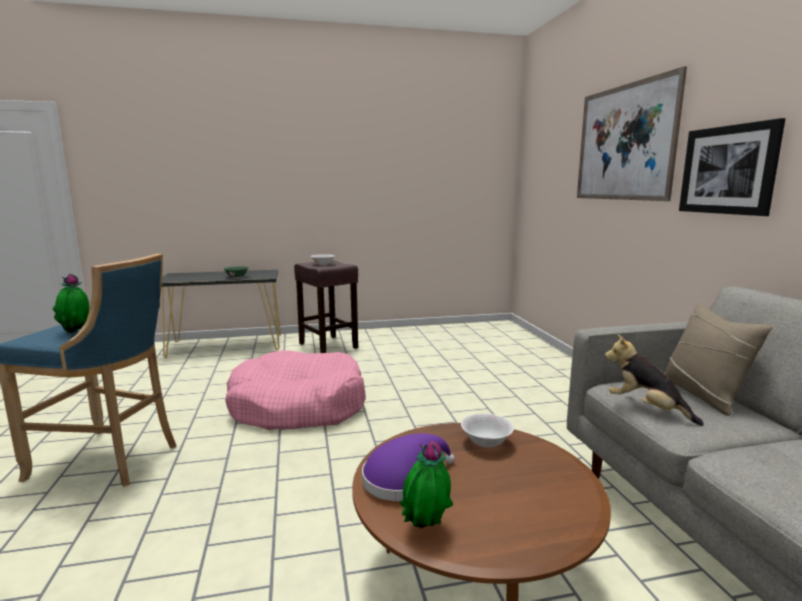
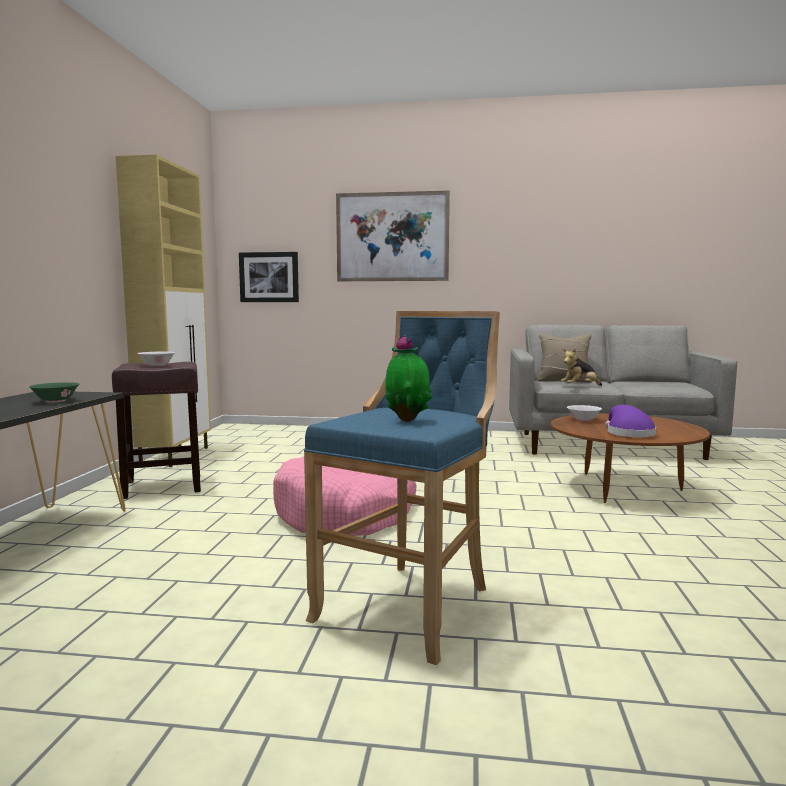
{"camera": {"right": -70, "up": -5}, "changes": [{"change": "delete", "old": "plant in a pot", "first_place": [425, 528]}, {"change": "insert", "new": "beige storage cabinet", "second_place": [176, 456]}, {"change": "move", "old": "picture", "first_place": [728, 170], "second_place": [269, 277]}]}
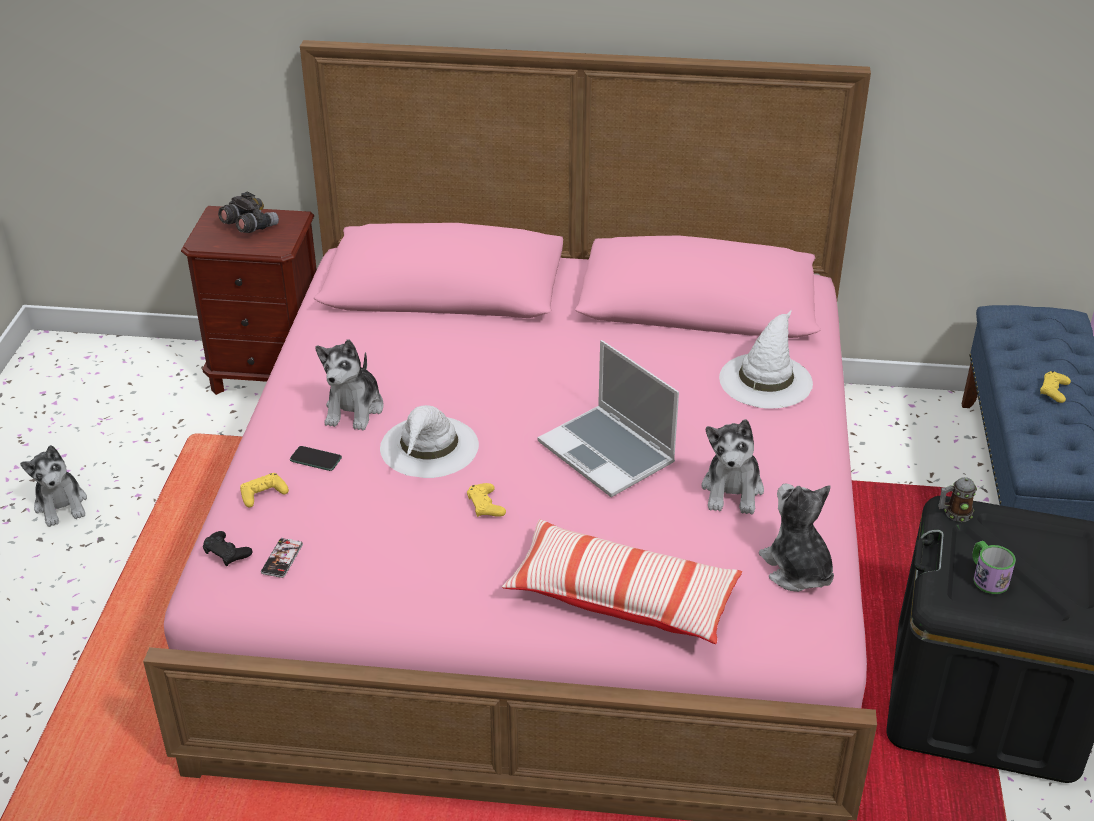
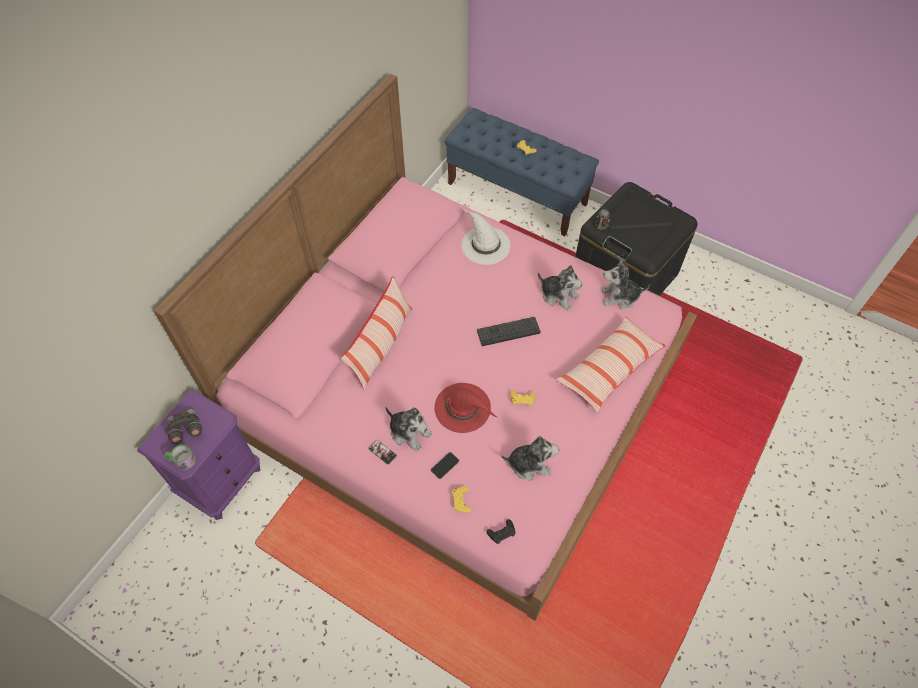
{"camera": {"right": -65, "up": 20}, "changes": [{"change": "insert", "new": "pillow", "second_place": [381, 345]}, {"change": "move", "old": "soft toy", "first_place": [61, 505], "second_place": [529, 463]}, {"change": "move", "old": "telephone", "first_place": [282, 558], "second_place": [382, 452]}, {"change": "move", "old": "tea mug", "first_place": [986, 577], "second_place": [182, 461]}, {"change": "replace", "old": "laptop", "new": "computer keyboard", "first_place": [608, 453], "second_place": [508, 331]}, {"change": "recolor", "old": "brown night table", "new": "purple-coloured night table", "first_place": [269, 374], "second_place": [221, 481]}, {"change": "recolor", "old": "whitish clothing hat", "new": "red clothing hat", "first_place": [429, 447], "second_place": [463, 407]}]}
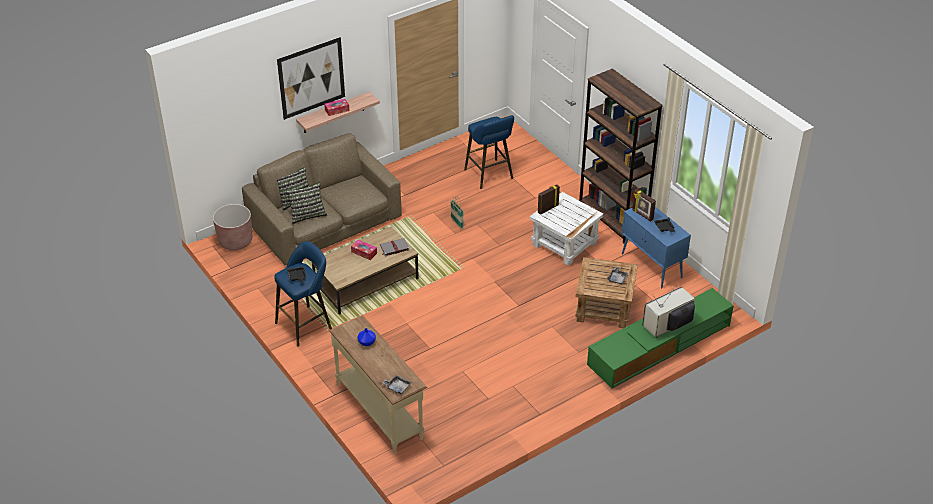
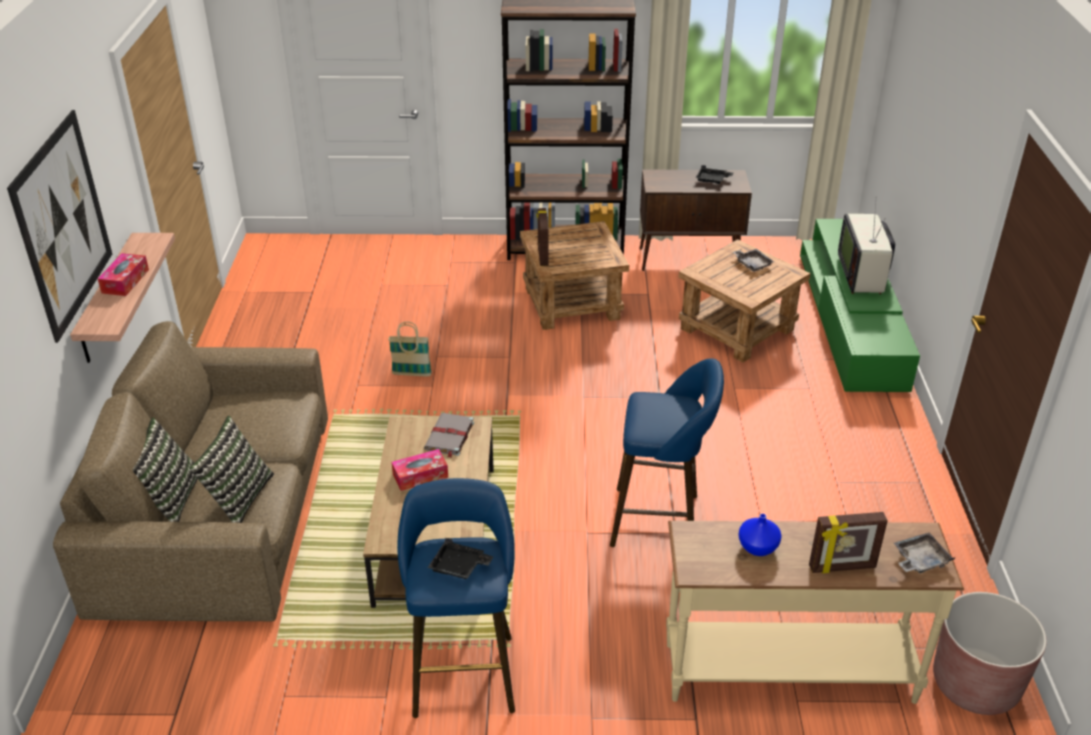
{"camera": {"right": -55, "up": -5}, "changes": [{"change": "move", "old": "brown plant pot", "first_place": [235, 241], "second_place": [975, 684]}, {"change": "move", "old": "blue stool seat", "first_place": [490, 175], "second_place": [661, 521]}, {"change": "move", "old": "picture frame", "first_place": [642, 215], "second_place": [842, 567]}, {"change": "recolor", "old": "whitish end table", "new": "brown end table", "first_place": [564, 244], "second_place": [573, 304]}, {"change": "recolor", "old": "blue storage cabinet", "new": "brown storage cabinet", "first_place": [652, 266], "second_place": [690, 260]}]}
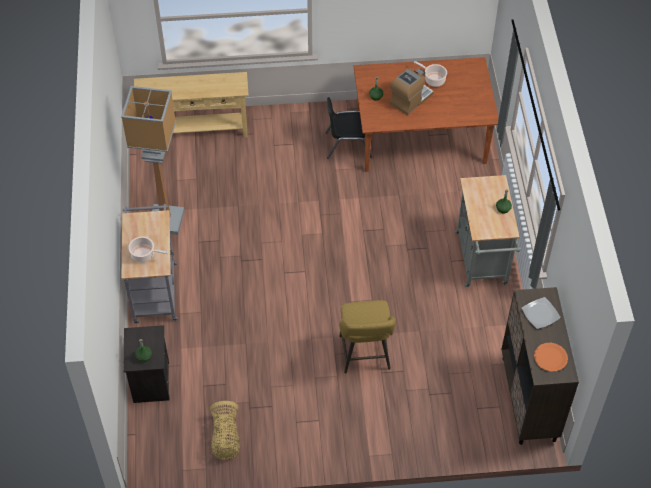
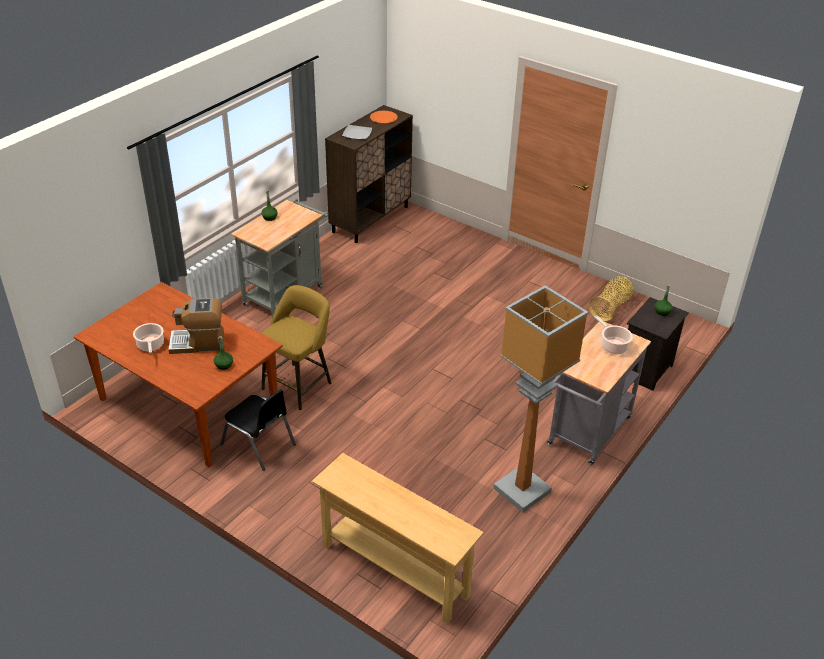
{"camera": {"right": -140, "up": -15}, "changes": [{"change": "move", "old": "yellow-coloured stool seat", "first_place": [365, 356], "second_place": [299, 384]}]}
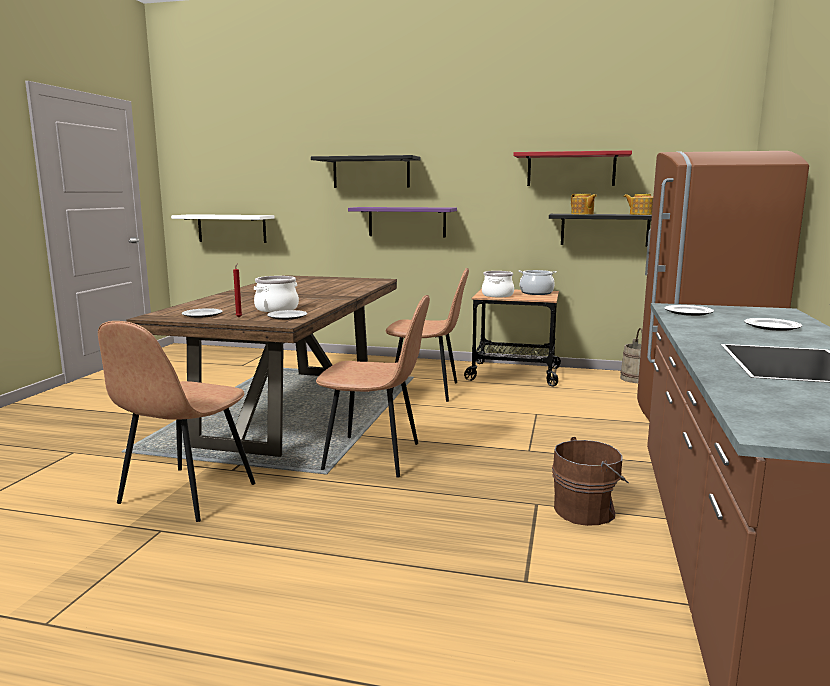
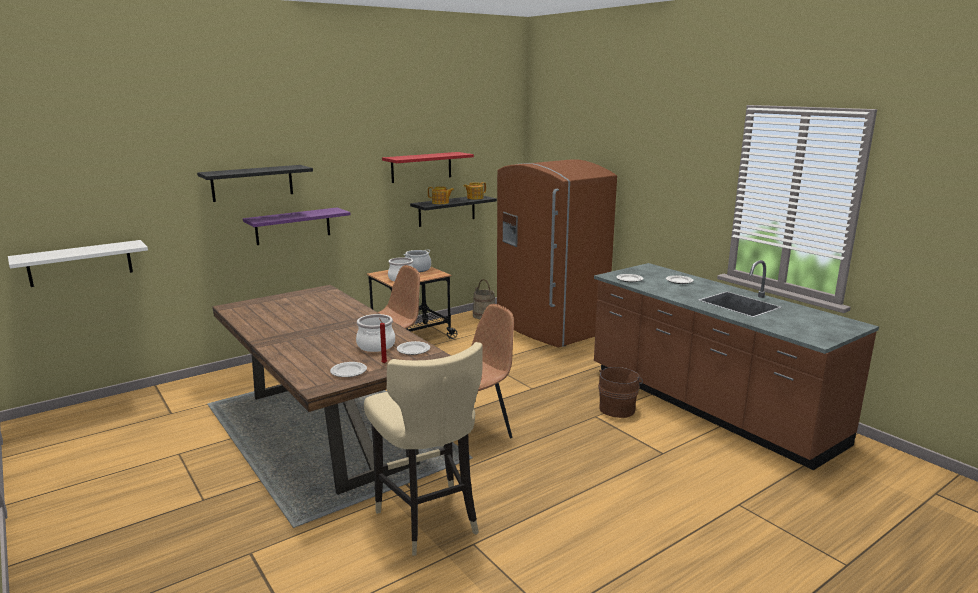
{"camera": {"right": -50, "up": 5}, "changes": [{"change": "replace", "old": "brown upright chair", "new": "beige stool seat", "first_place": [185, 495], "second_place": [428, 519]}]}
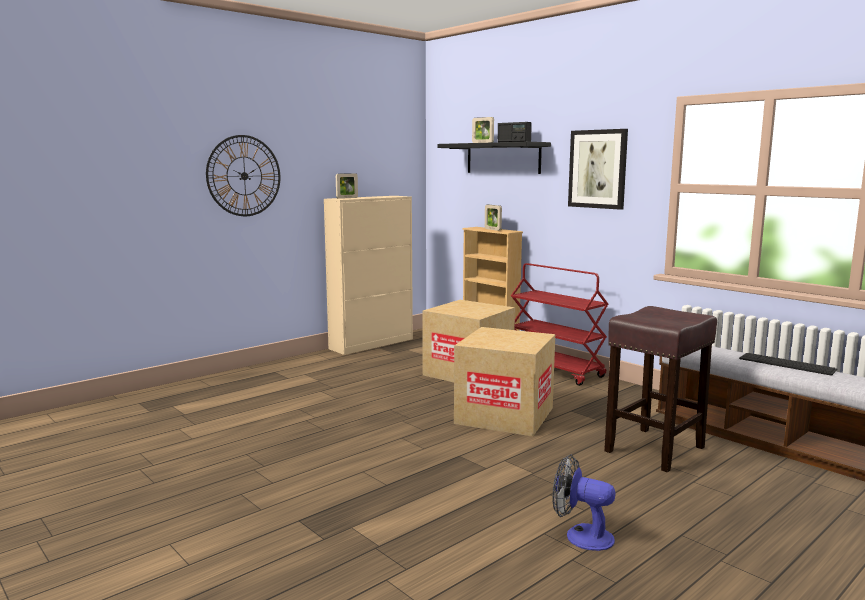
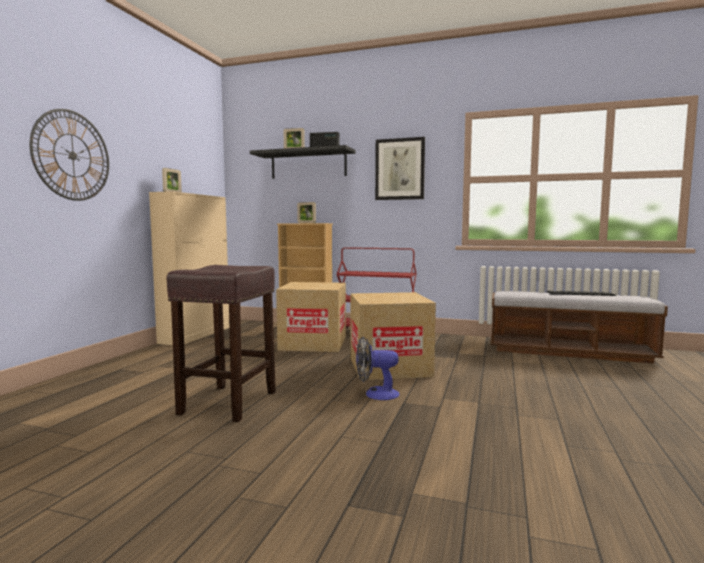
{"camera": {"right": -30, "up": -5}, "changes": [{"change": "move", "old": "electric fan", "first_place": [581, 535], "second_place": [375, 394]}, {"change": "move", "old": "brown stool seat", "first_place": [654, 450], "second_place": [228, 403]}]}
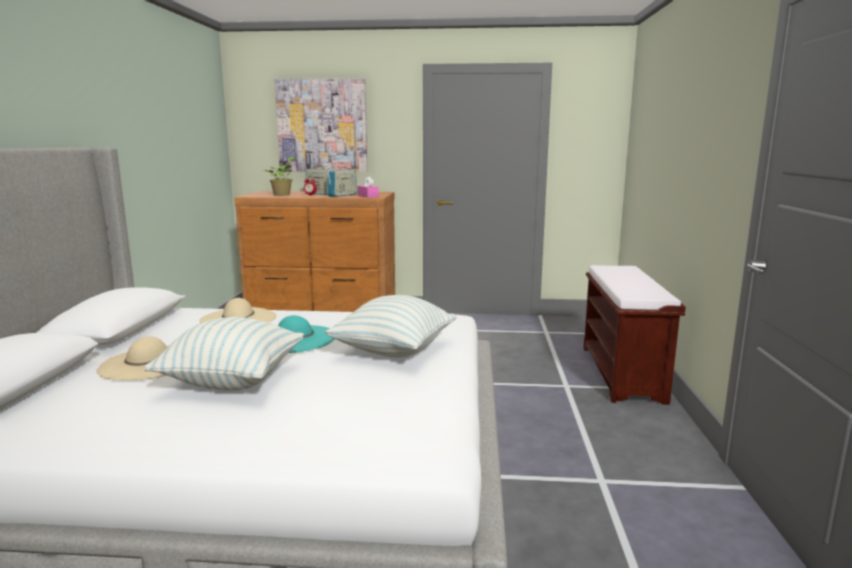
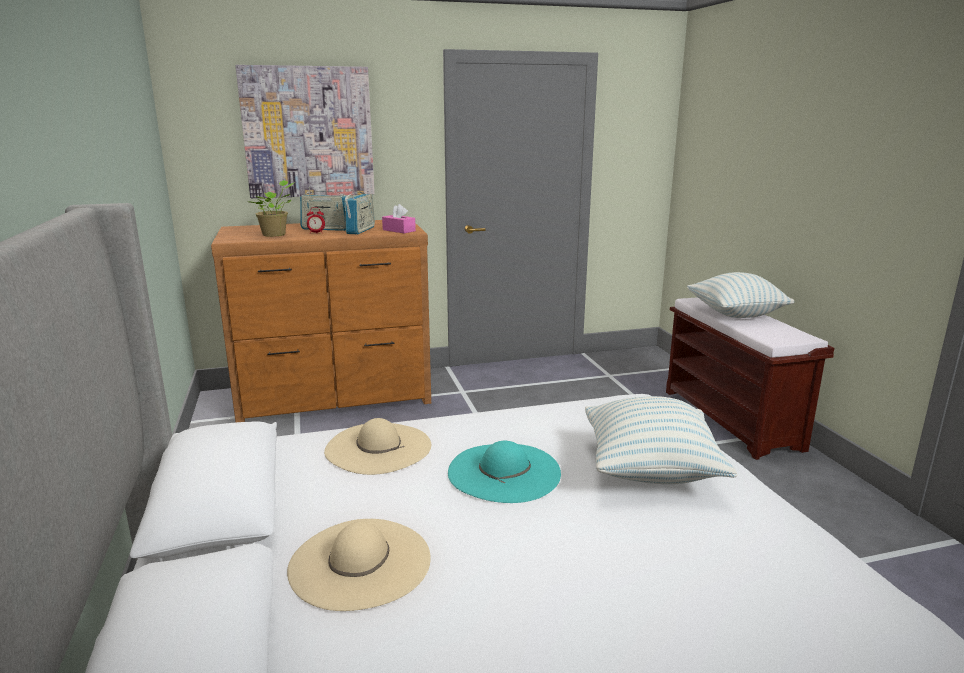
{"camera": {"right": -20, "up": 5}, "changes": [{"change": "move", "old": "pillow", "first_place": [233, 381], "second_place": [735, 314]}]}
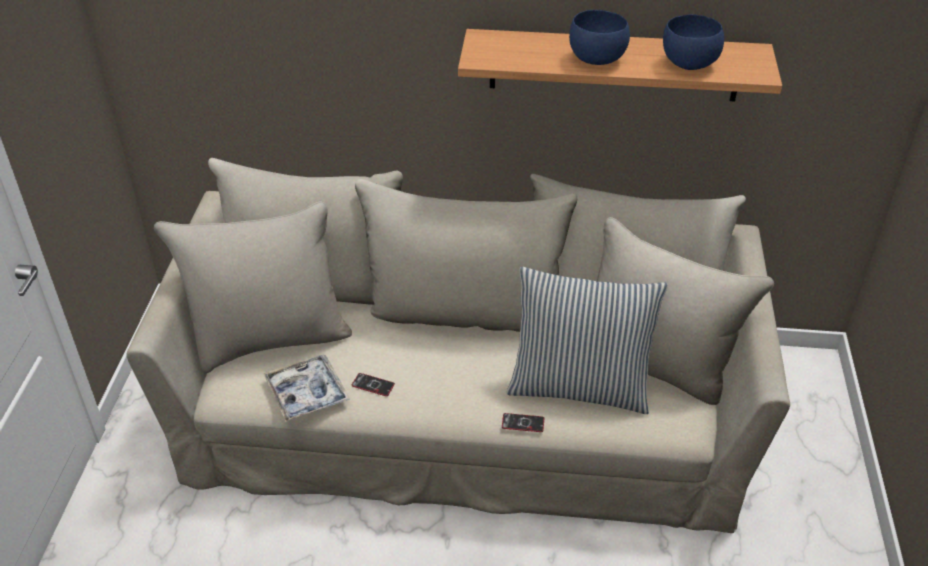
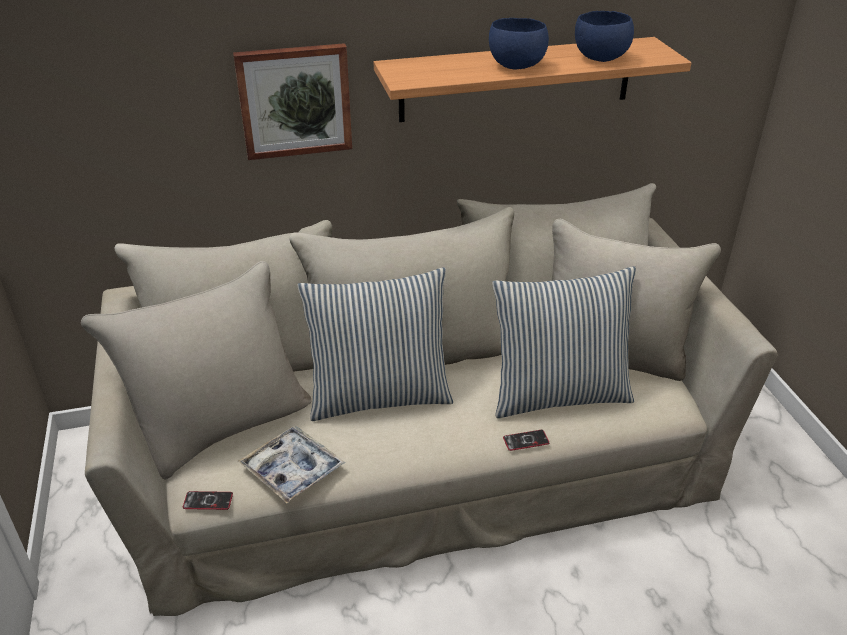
{"camera": {"right": -20, "up": -5}, "changes": [{"change": "insert", "new": "picture", "second_place": [294, 101]}, {"change": "insert", "new": "pillow", "second_place": [379, 396]}, {"change": "move", "old": "telephone", "first_place": [373, 385], "second_place": [208, 501]}]}
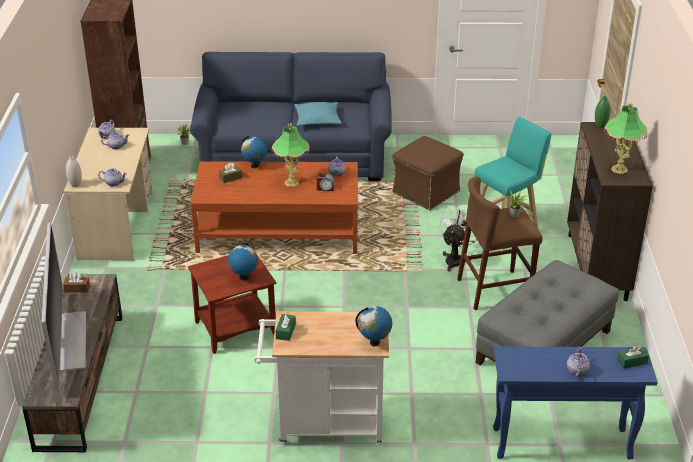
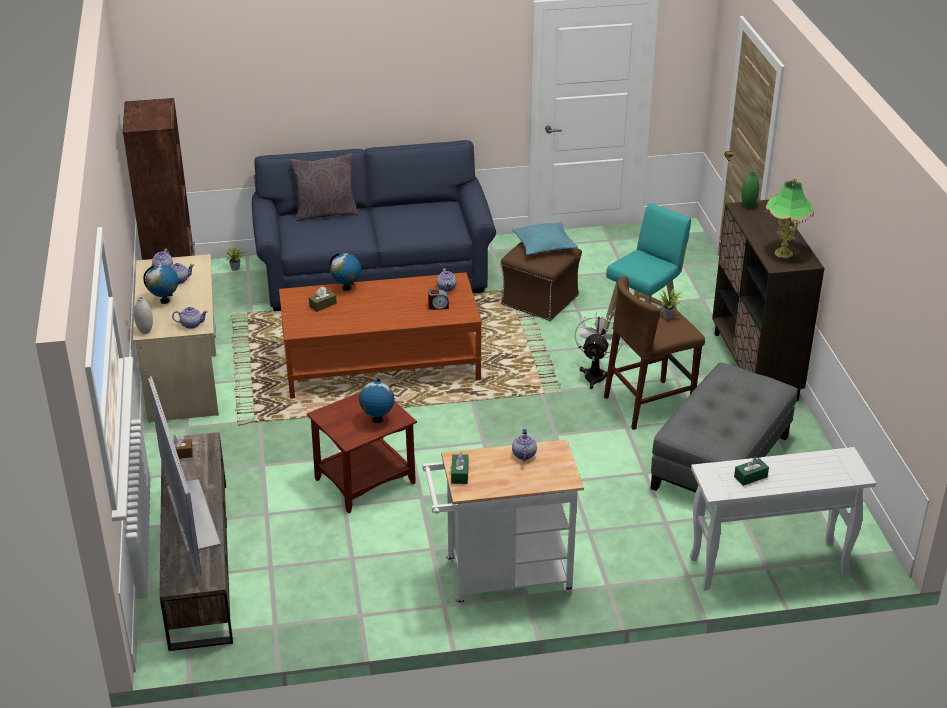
{"camera": {"right": -10, "up": 0}, "changes": [{"change": "delete", "old": "tabletop lamp", "first_place": [291, 183]}, {"change": "insert", "new": "greyish pillow", "second_place": [326, 213]}, {"change": "move", "old": "turquoise pillow", "first_place": [317, 119], "second_place": [544, 245]}, {"change": "move", "old": "globe", "first_place": [374, 342], "second_place": [164, 301]}, {"change": "move", "old": "pot for tea", "first_place": [576, 370], "second_place": [523, 454]}, {"change": "move", "old": "green-coloured tissue box", "first_place": [632, 361], "second_place": [750, 477]}, {"change": "recolor", "old": "blue hall table", "new": "whitish hall table", "first_place": [560, 444], "second_place": [767, 566]}]}
